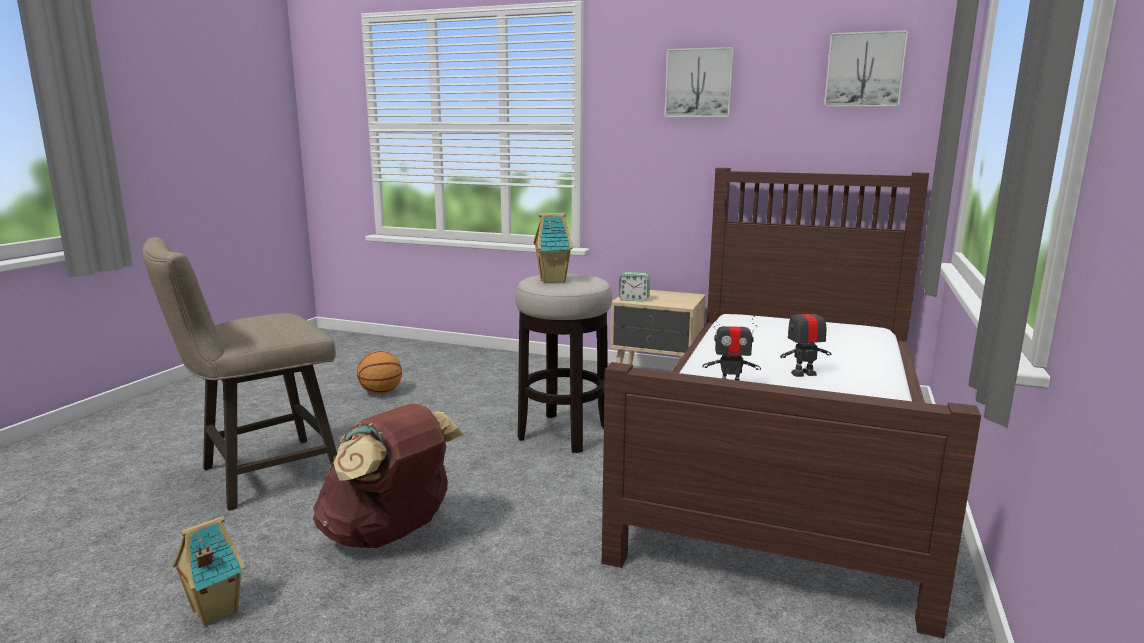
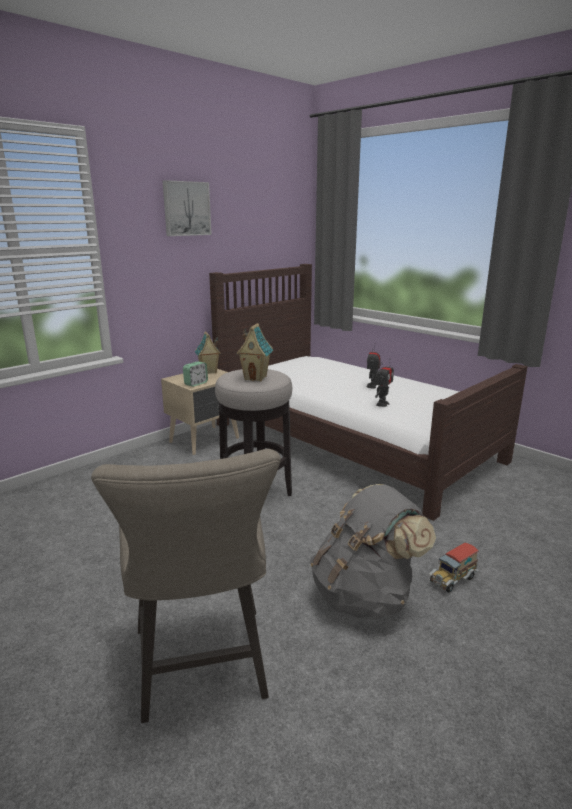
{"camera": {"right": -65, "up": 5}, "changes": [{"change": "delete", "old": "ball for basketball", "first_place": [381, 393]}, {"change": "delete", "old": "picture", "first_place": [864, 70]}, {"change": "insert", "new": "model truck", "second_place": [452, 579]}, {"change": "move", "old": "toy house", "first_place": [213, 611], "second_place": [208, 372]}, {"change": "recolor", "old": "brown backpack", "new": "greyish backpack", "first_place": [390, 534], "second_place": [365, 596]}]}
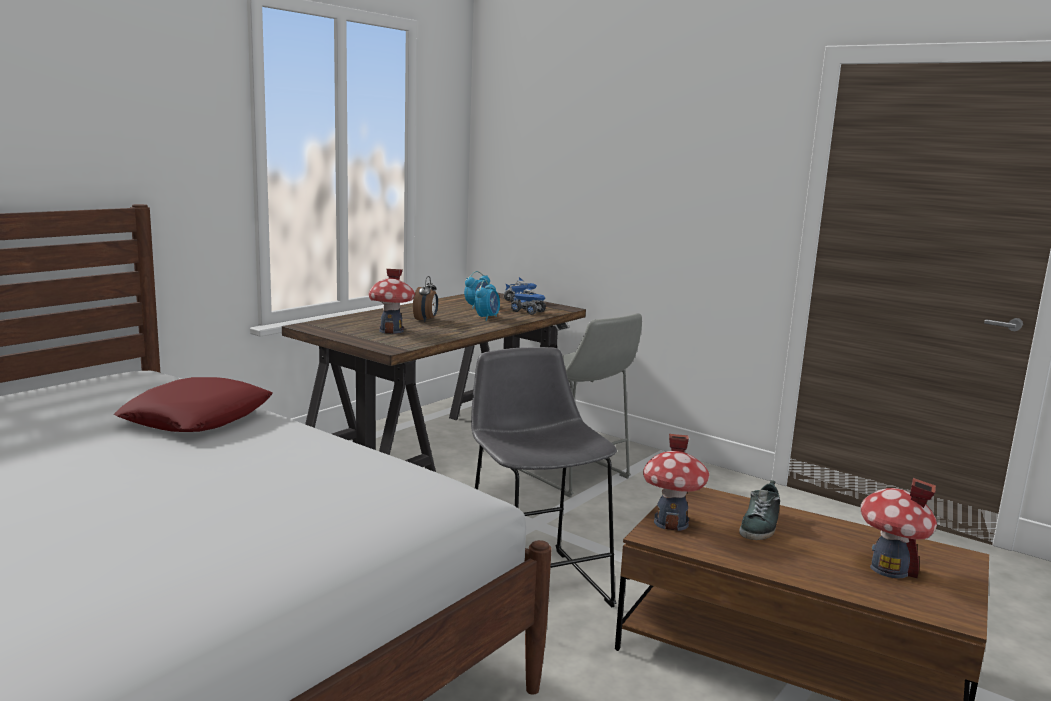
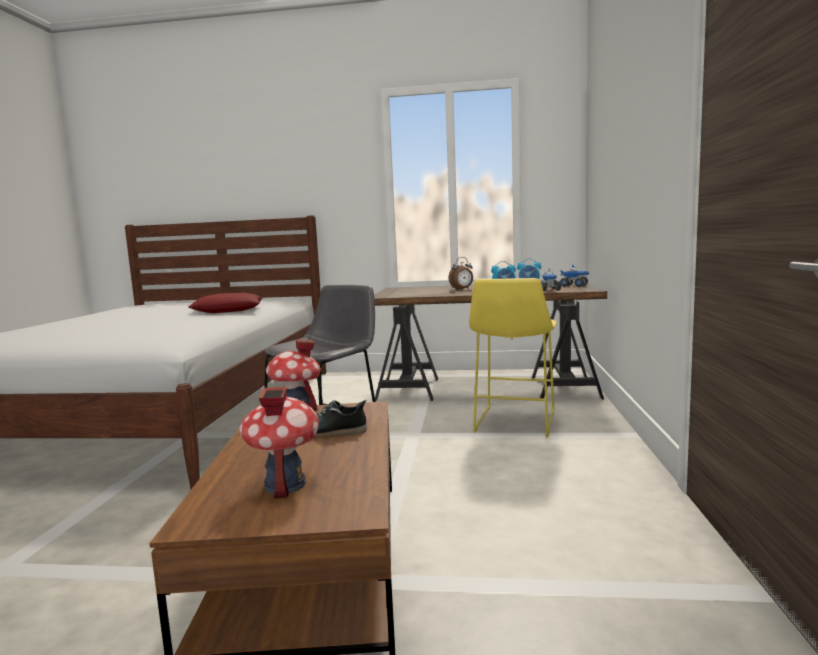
{"camera": {"right": 60, "up": -5}, "changes": [{"change": "delete", "old": "toy house", "first_place": [391, 331]}, {"change": "recolor", "old": "greyish stool seat", "new": "yellow-coloured stool seat", "first_place": [572, 475], "second_place": [514, 423]}]}
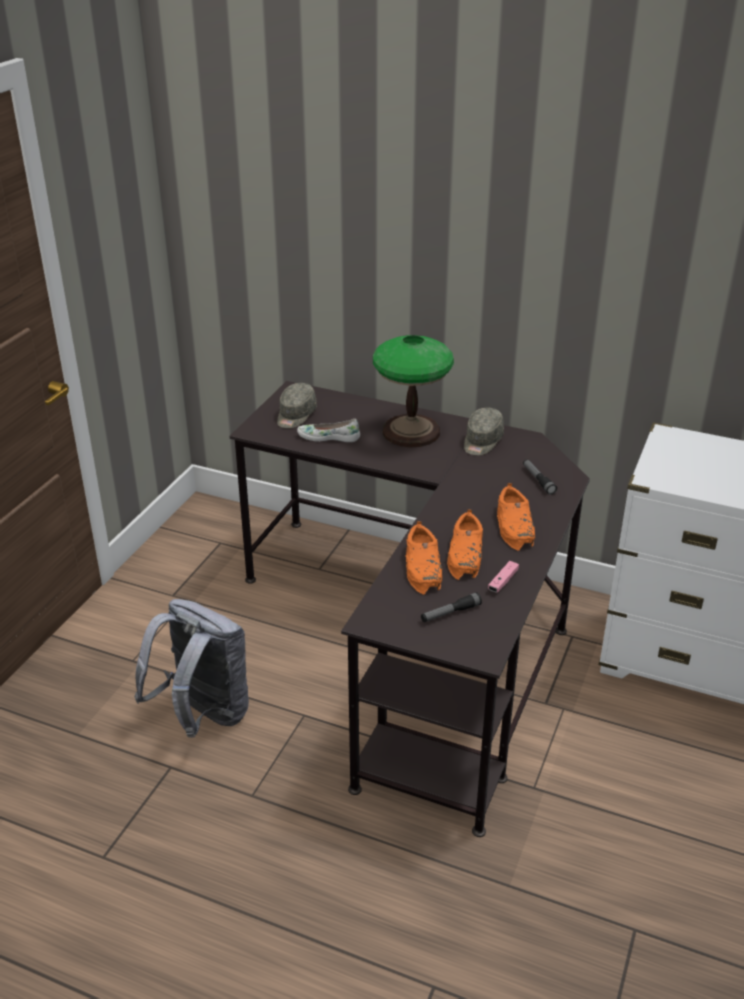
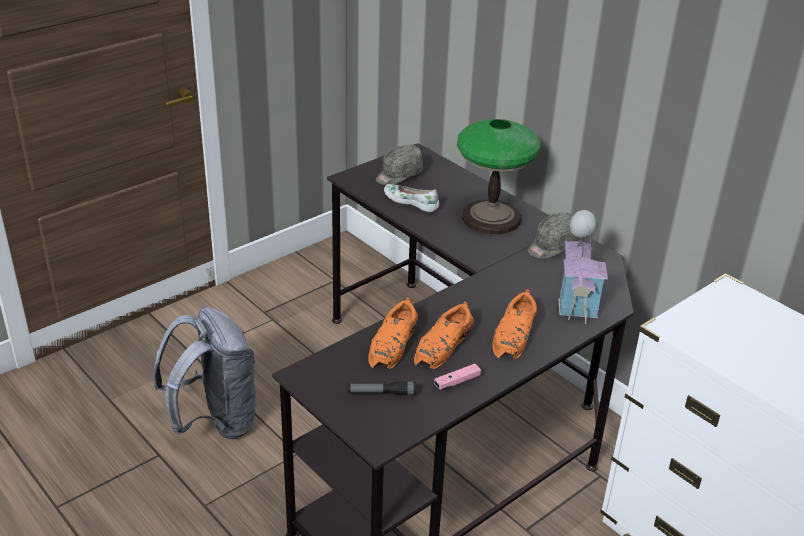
{"camera": {"right": 25, "up": 0}, "changes": [{"change": "replace", "old": "flashlight", "new": "toy house", "first_place": [538, 480], "second_place": [577, 298]}]}
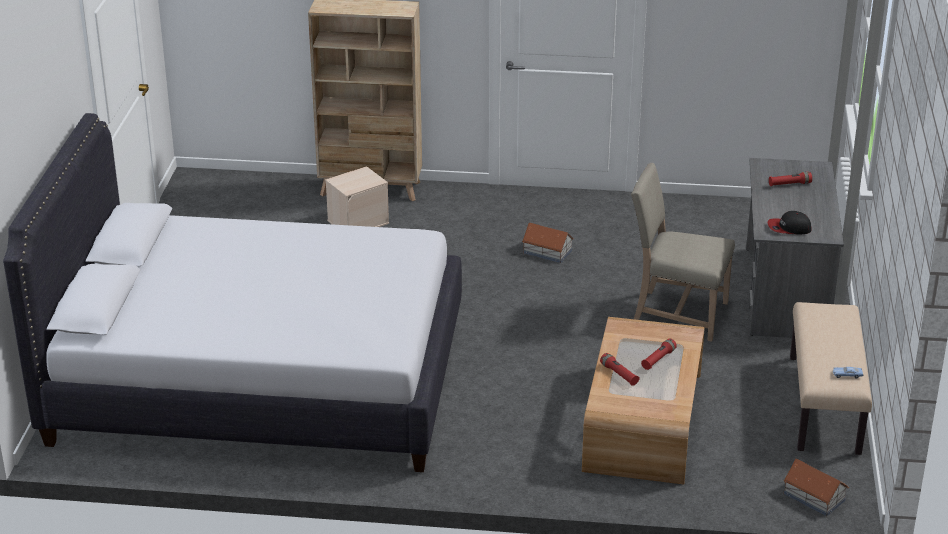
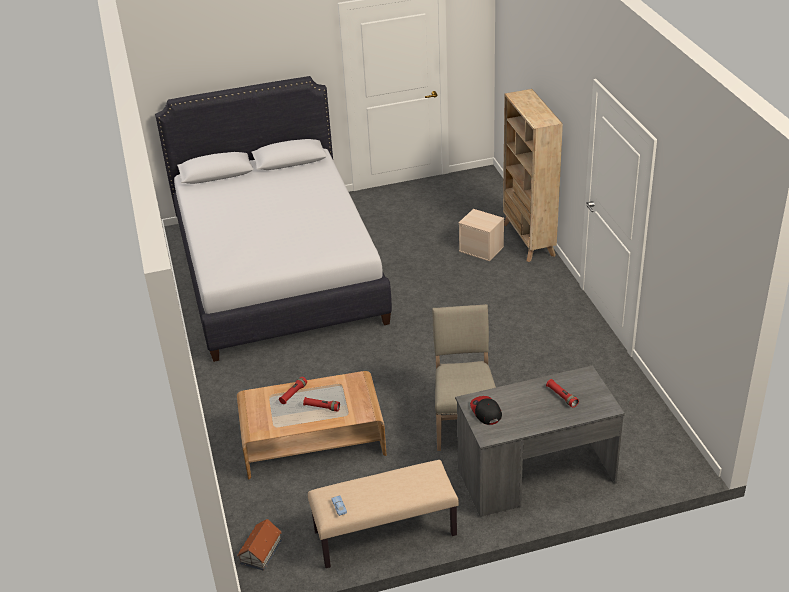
{"camera": {"right": 70, "up": 5}, "changes": [{"change": "delete", "old": "toy house", "first_place": [547, 251]}]}
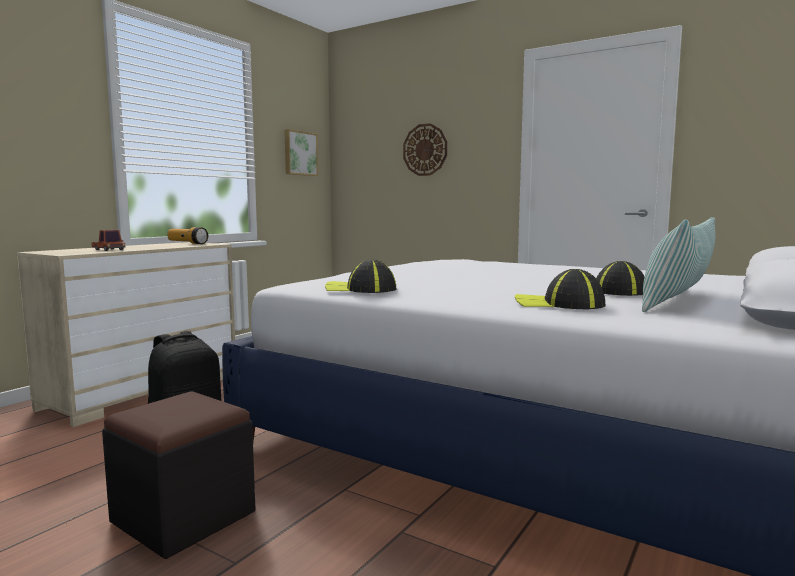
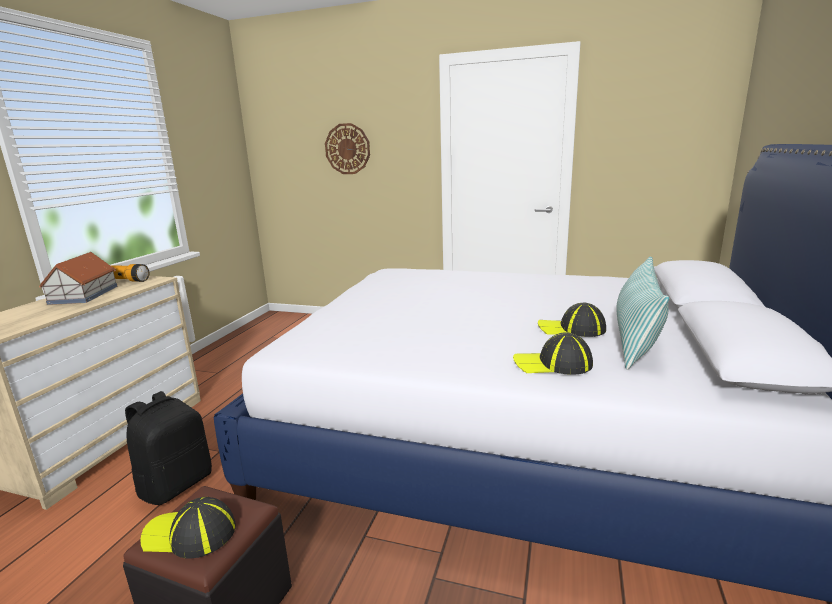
{"camera": {"right": -15, "up": 10}, "changes": [{"change": "delete", "old": "model truck", "first_place": [108, 250]}, {"change": "delete", "old": "picture", "first_place": [300, 153]}, {"change": "insert", "new": "toy house", "second_place": [83, 295]}, {"change": "move", "old": "peaked cap", "first_place": [361, 289], "second_place": [190, 534]}]}
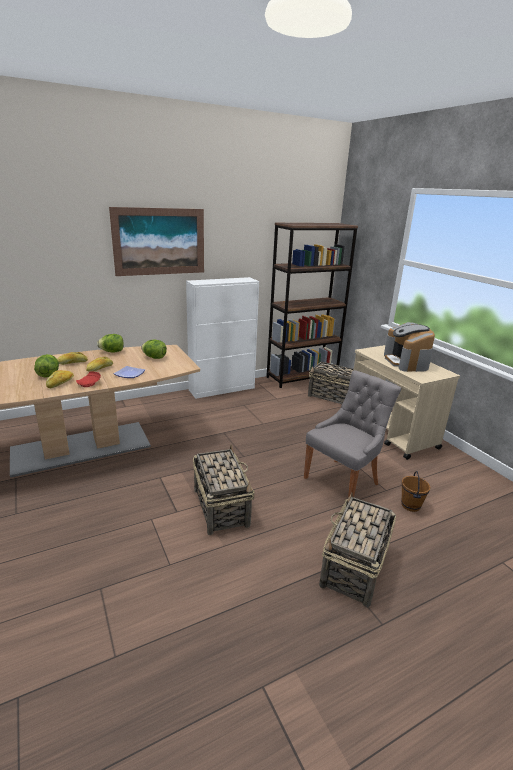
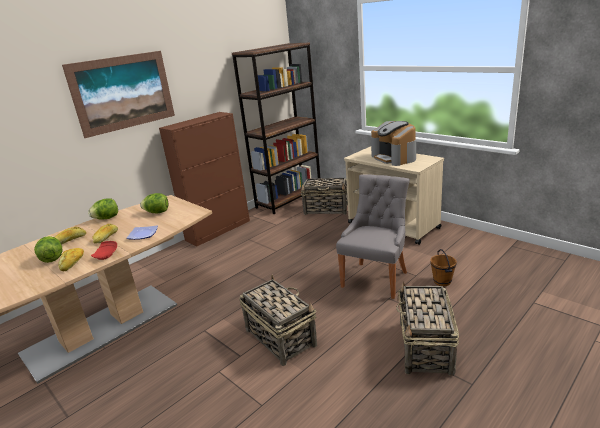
{"camera": {"right": -15, "up": 0}, "changes": [{"change": "recolor", "old": "whitish storage cabinet", "new": "brown storage cabinet", "first_place": [222, 389], "second_place": [218, 230]}]}
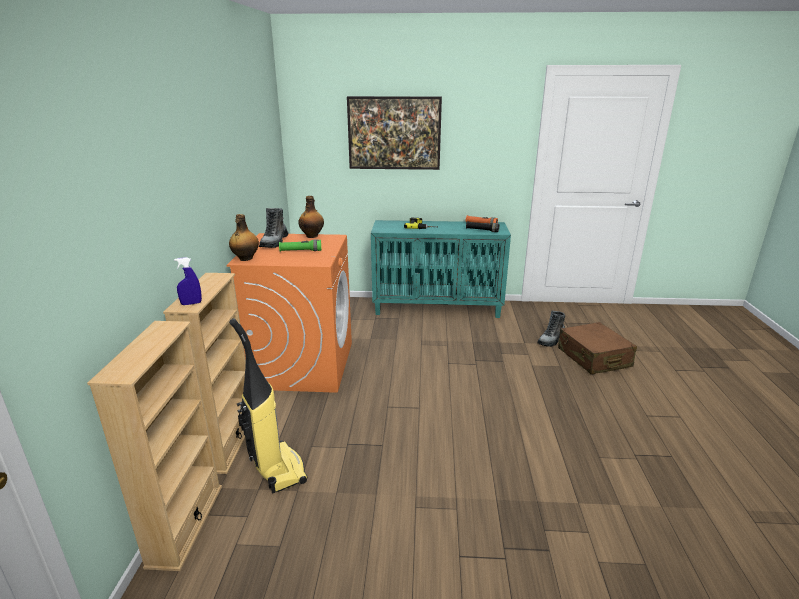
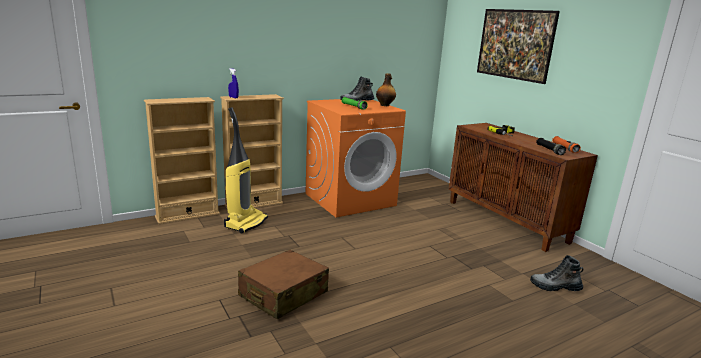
{"camera": {"right": 55, "up": -5}, "changes": [{"change": "delete", "old": "bottle", "first_place": [245, 259]}, {"change": "move", "old": "brown suitcase", "first_place": [593, 358], "second_place": [283, 294]}, {"change": "recolor", "old": "turquoise storage cabinet", "new": "brown storage cabinet", "first_place": [438, 308], "second_place": [506, 221]}]}
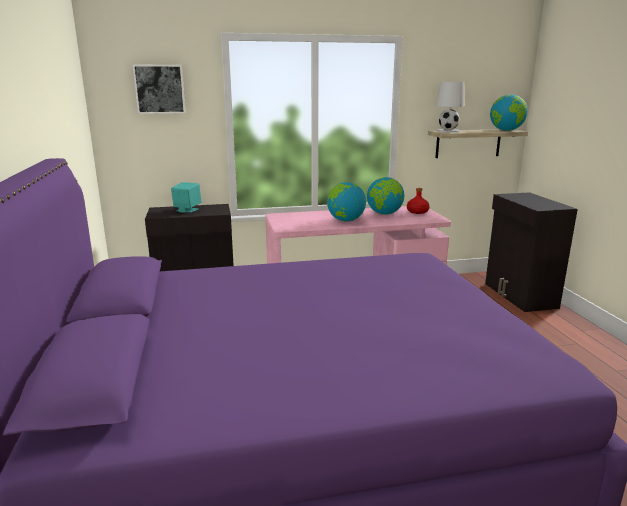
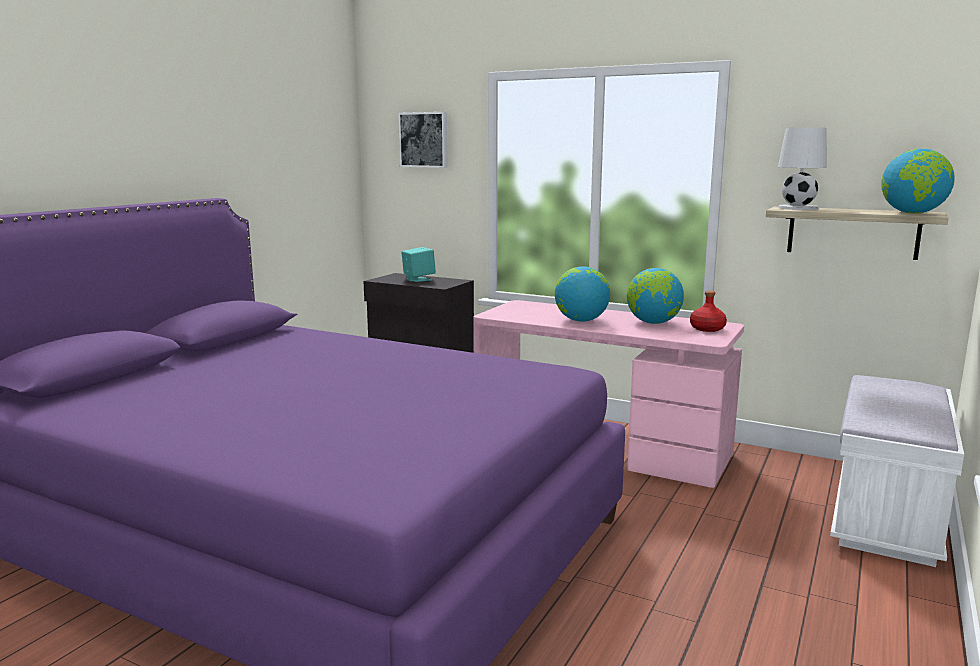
{"camera": {"right": 40, "up": -5}, "changes": [{"change": "replace", "old": "black storage cabinet", "new": "whitish long seat", "first_place": [519, 295], "second_place": [886, 516]}]}
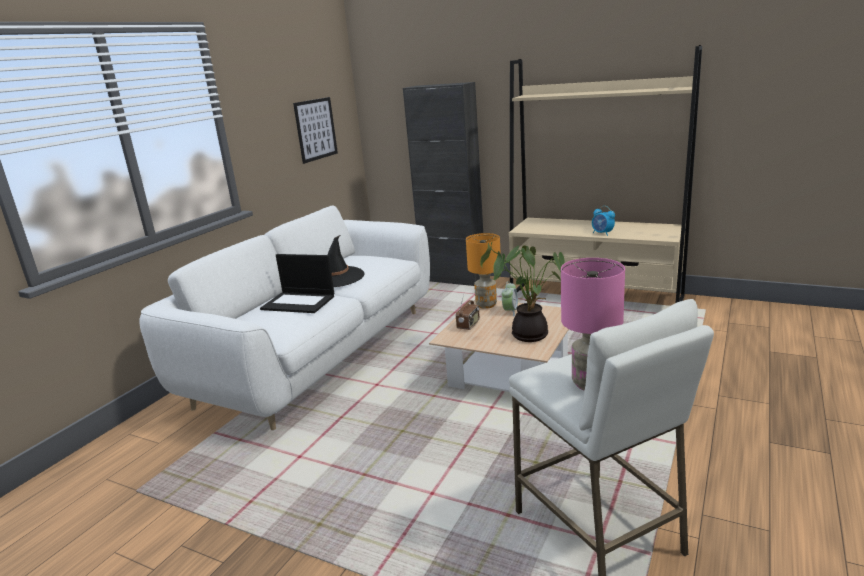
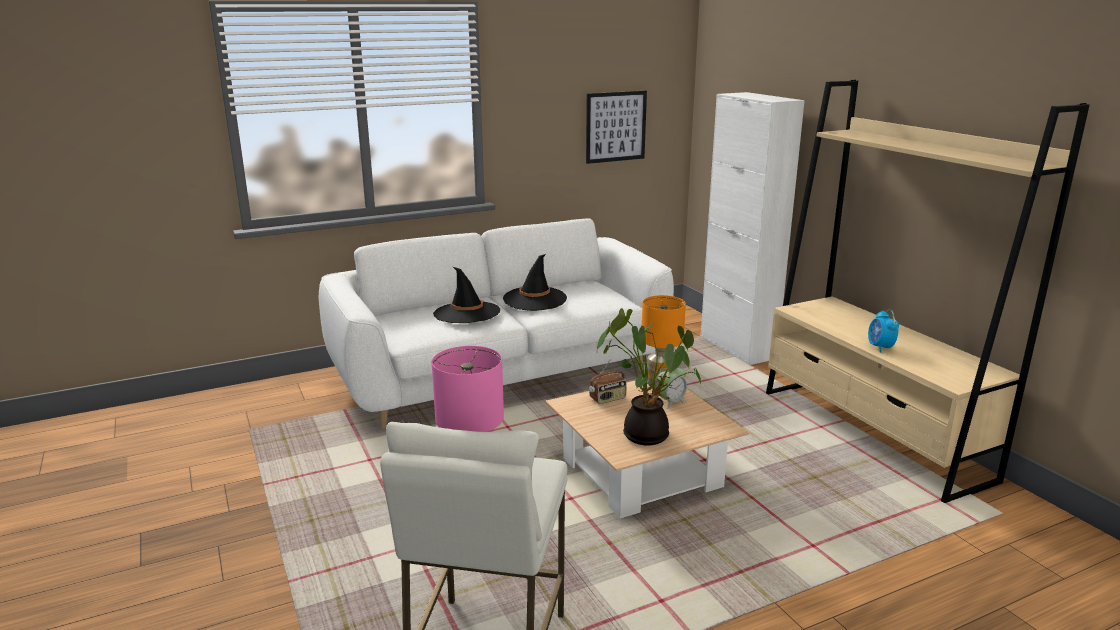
{"camera": {"right": 35, "up": 0}, "changes": [{"change": "replace", "old": "laptop", "new": "black clothing hat", "first_place": [299, 302], "second_place": [467, 313]}, {"change": "recolor", "old": "black storage cabinet", "new": "whitish storage cabinet", "first_place": [453, 279], "second_place": [737, 347]}]}
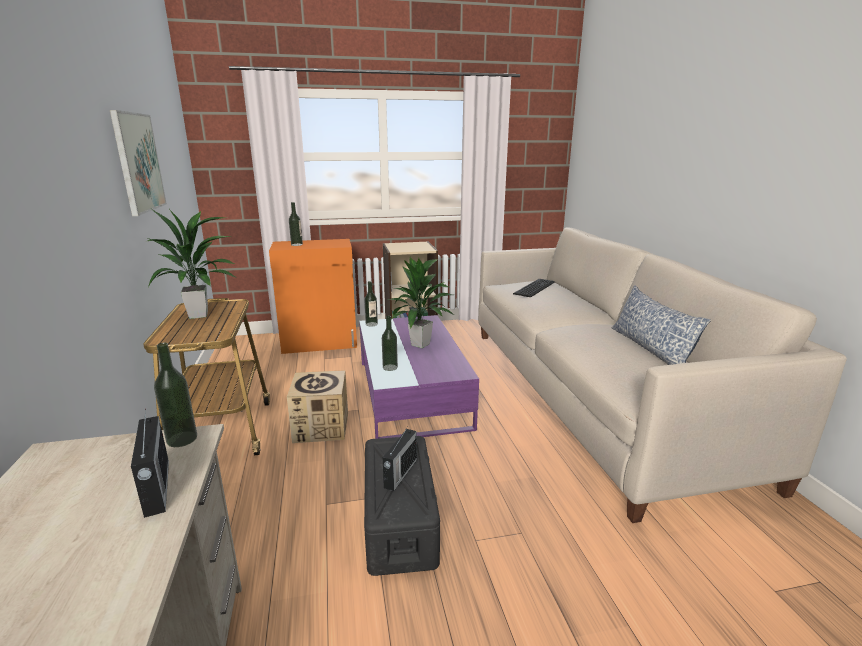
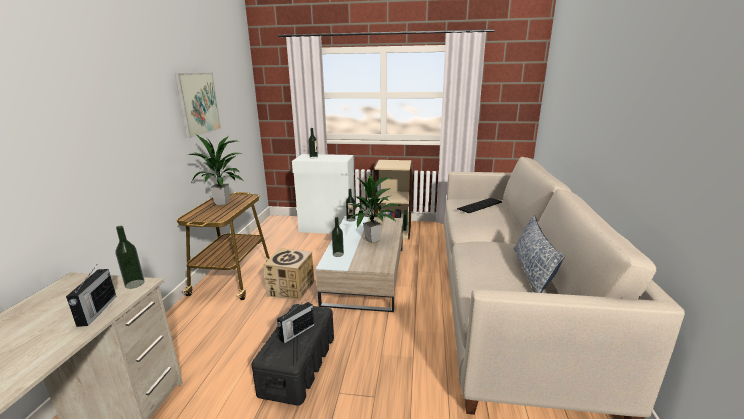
{"camera": {"right": 20, "up": 0}, "changes": [{"change": "recolor", "old": "orange storage cabinet", "new": "whitish storage cabinet", "first_place": [320, 343], "second_place": [328, 228]}, {"change": "recolor", "old": "purple-coloured low table", "new": "beige low table", "first_place": [411, 392], "second_place": [366, 274]}]}
